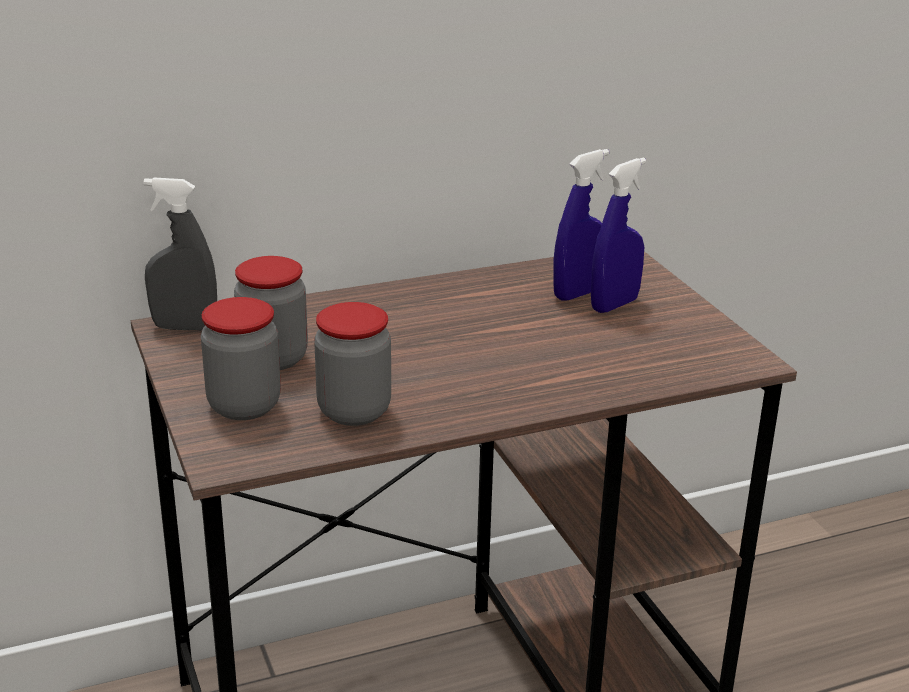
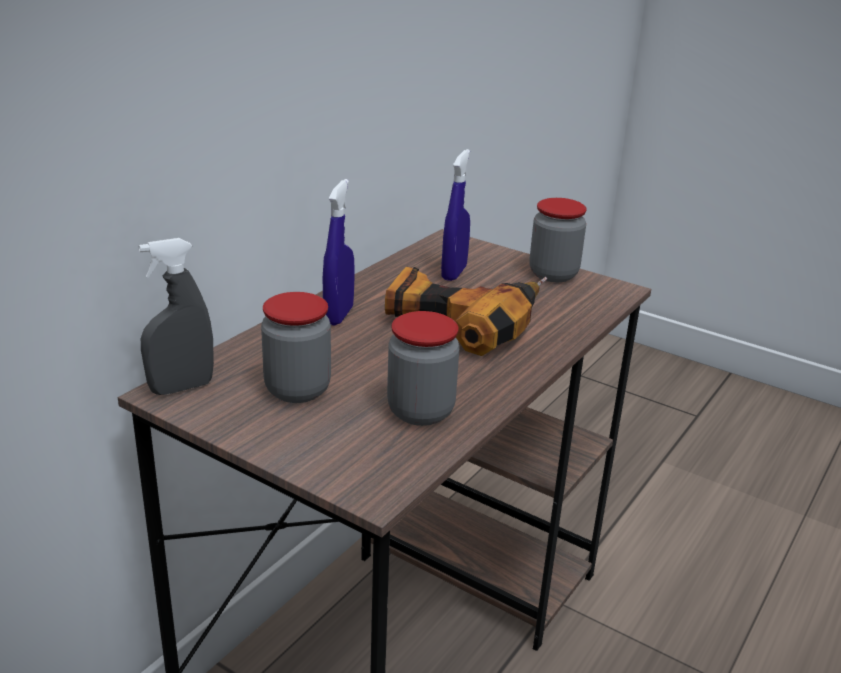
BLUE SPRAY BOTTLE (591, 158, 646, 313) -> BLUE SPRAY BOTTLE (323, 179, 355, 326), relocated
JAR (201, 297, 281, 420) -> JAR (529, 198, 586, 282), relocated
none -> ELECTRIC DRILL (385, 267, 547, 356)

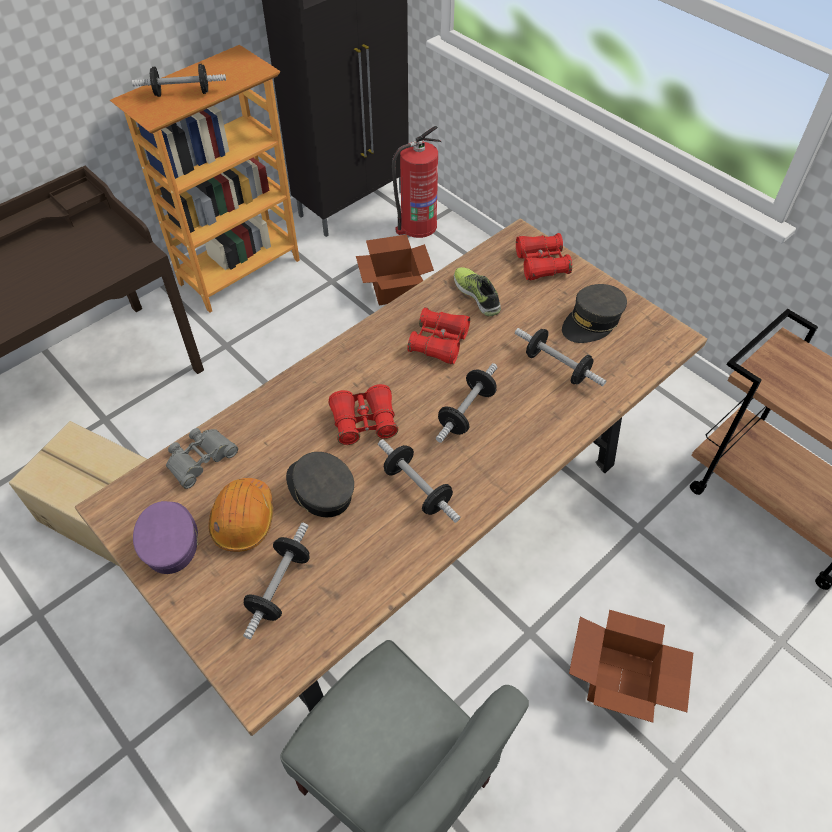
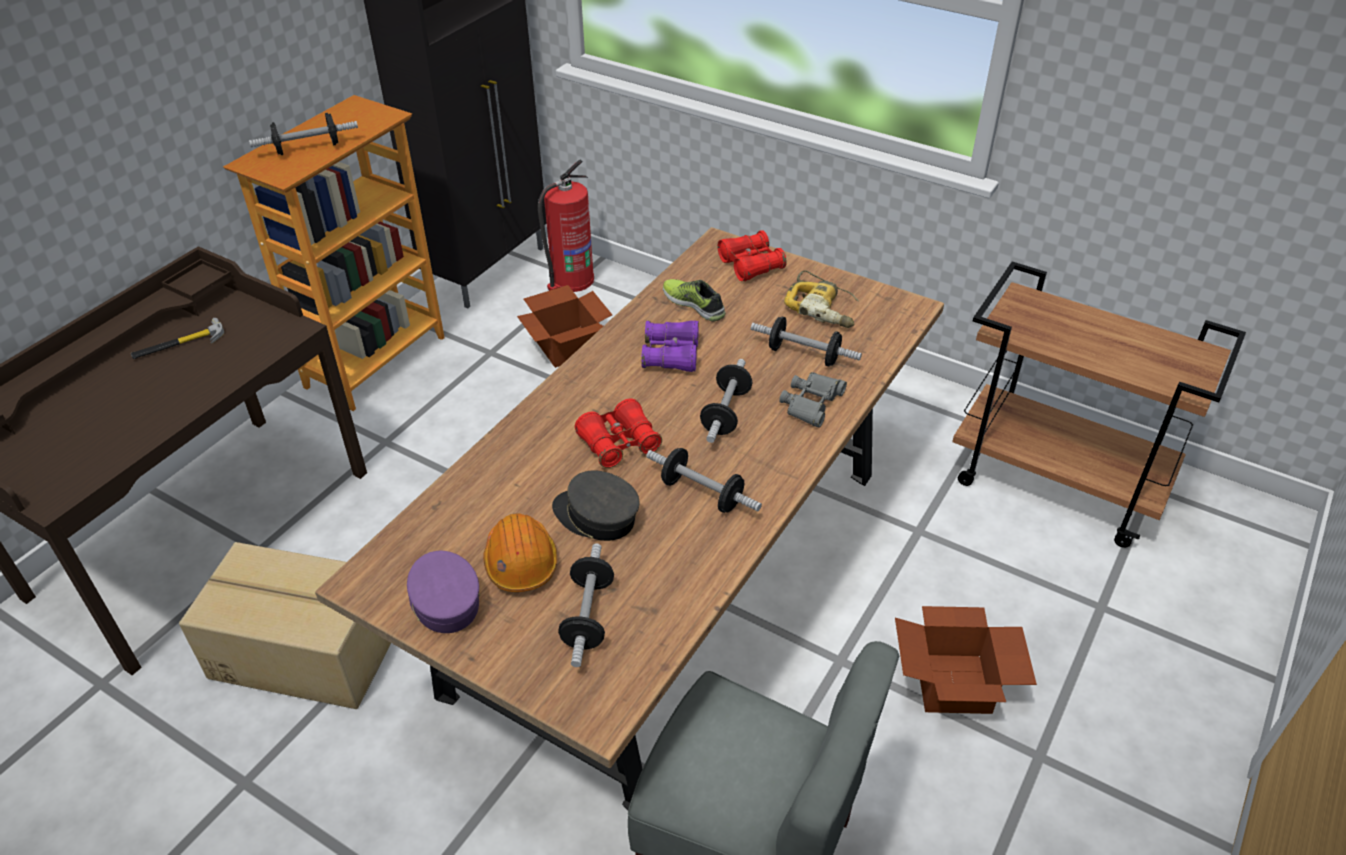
GRAY PEAKED CAP (562, 284, 627, 343) -> ELECTRIC DRILL (784, 270, 859, 328)
RED-COLOURED FIELD GLASSES (407, 307, 470, 364) -> PURPLE-COLOURED FIELD GLASSES (641, 321, 699, 372)
GRAY FIELD GLASSES (166, 428, 238, 489) -> GRAY FIELD GLASSES (779, 372, 847, 428), relocated
none -> TOOL HAMMER (131, 318, 224, 359)

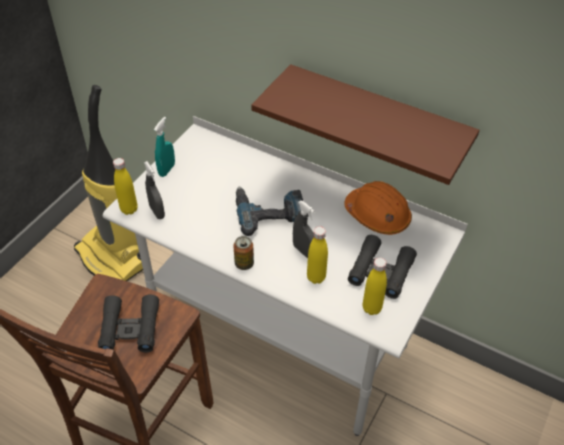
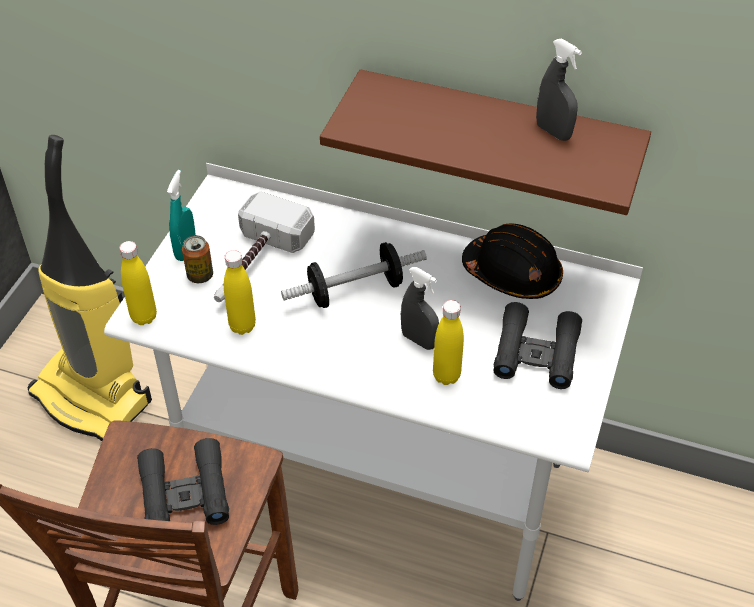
GRAY SPRAY BOTTLE (144, 161, 165, 219) -> GRAY SPRAY BOTTLE (536, 38, 582, 141), relocated
ORANGE-COLOURED SAFETY HELMET (344, 181, 412, 235) -> BLACK SAFETY HELMET (462, 224, 563, 299)
ELECTRIC DRILL (236, 187, 303, 236) -> HAND WEIGHT (281, 242, 427, 308)
METAL CAN (233, 236, 254, 270) -> METAL CAN (182, 235, 213, 283), relocated
YELLOWISH BEVERAGE BOTTLE (363, 258, 387, 315) -> YELLOWISH BEVERAGE BOTTLE (224, 250, 256, 335), relocated
none -> TOOL HAMMER (214, 192, 315, 302)

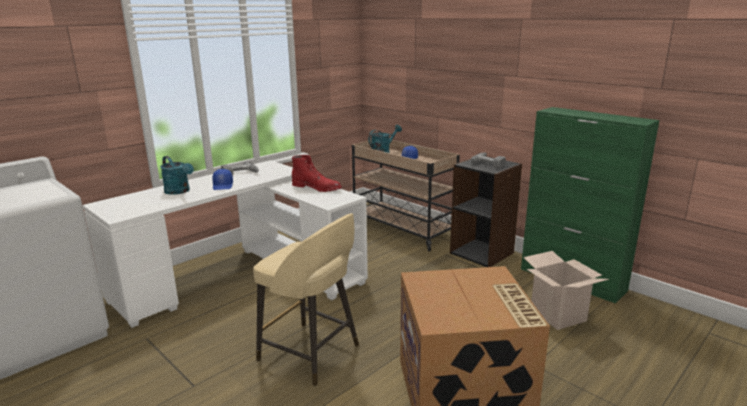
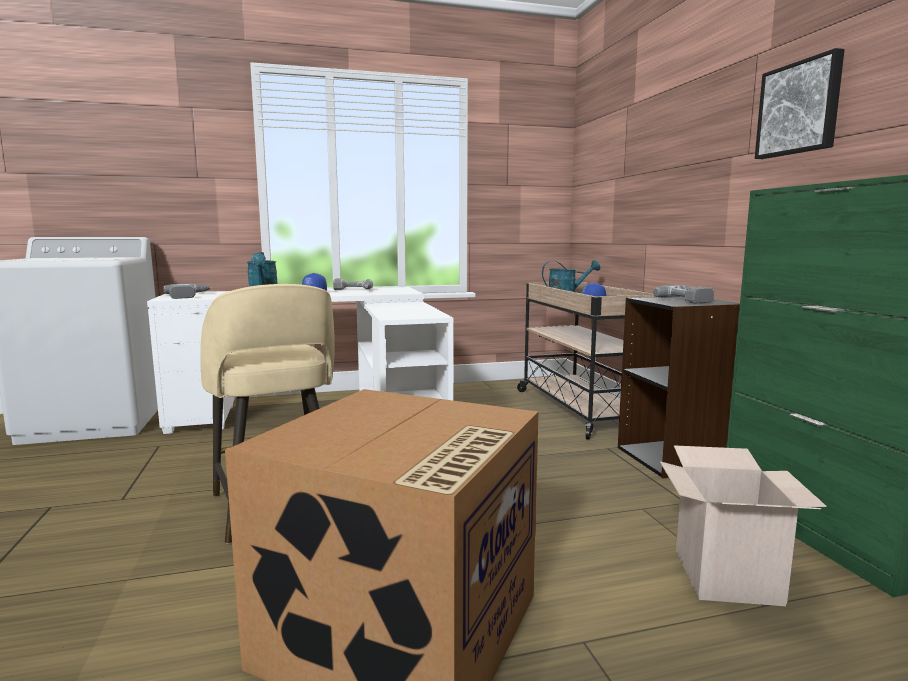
RED-COLOURED BOOT (292, 155, 342, 192) -> none
none -> WALL PICTURE (755, 48, 845, 159)
none -> ELECTRIC DRILL (163, 284, 211, 299)

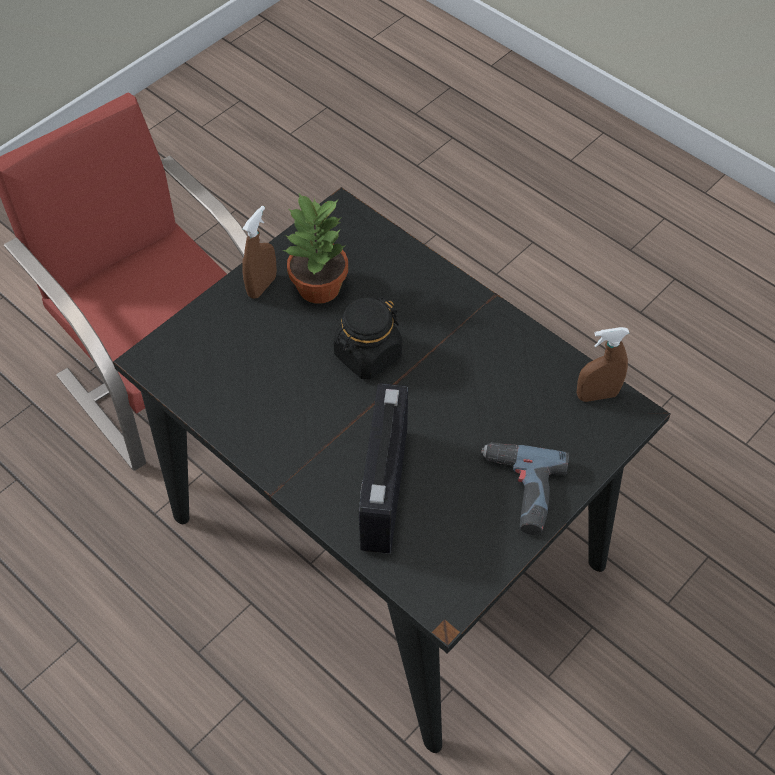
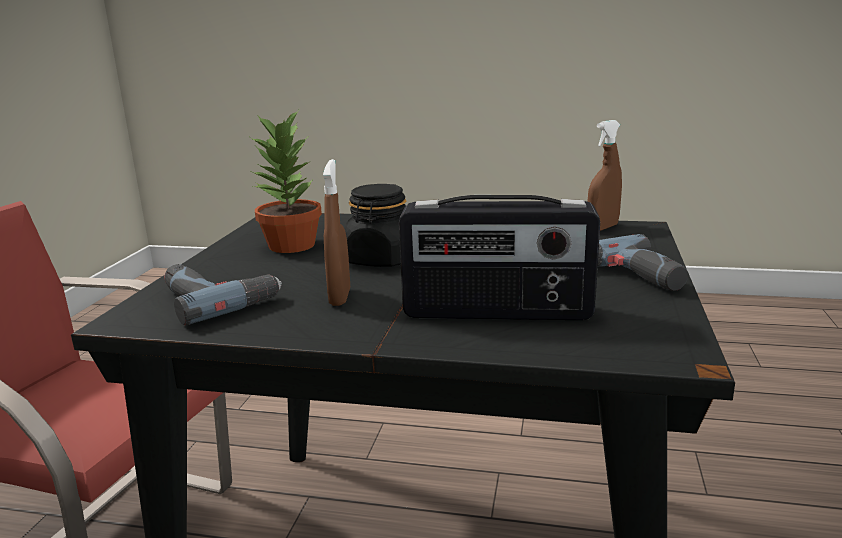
BROWN SPRAY BOTTLE (242, 206, 277, 299) -> BROWN SPRAY BOTTLE (323, 159, 350, 306), relocated
RADIO RECEIVER (359, 383, 408, 554) -> RADIO RECEIVER (399, 195, 600, 320), 60 degrees counterclockwise
none -> ELECTRIC DRILL (164, 264, 282, 325)

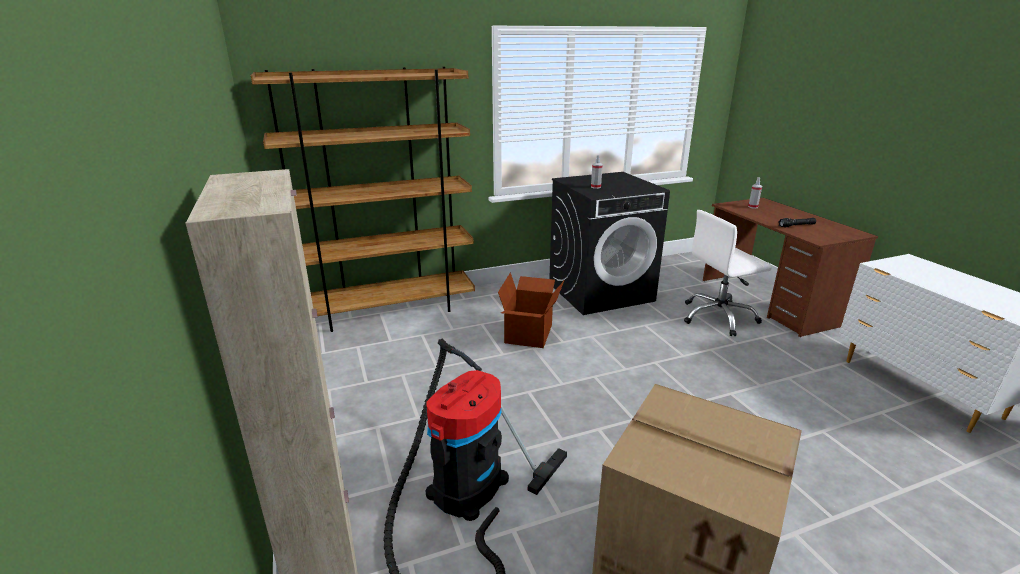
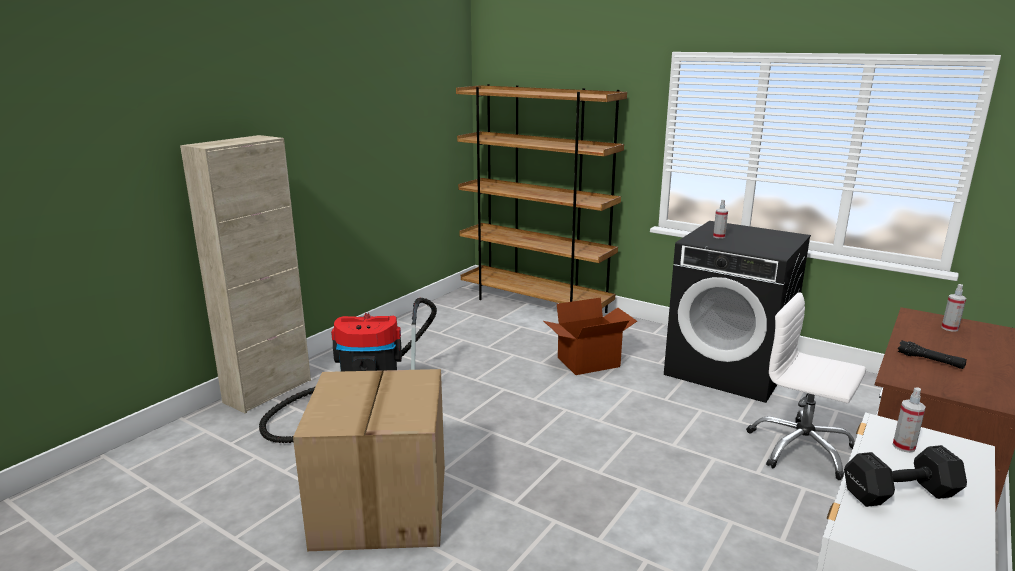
none -> SPRAY BOTTLE (892, 388, 926, 453)
none -> BLACK HAND WEIGHT (844, 445, 967, 507)

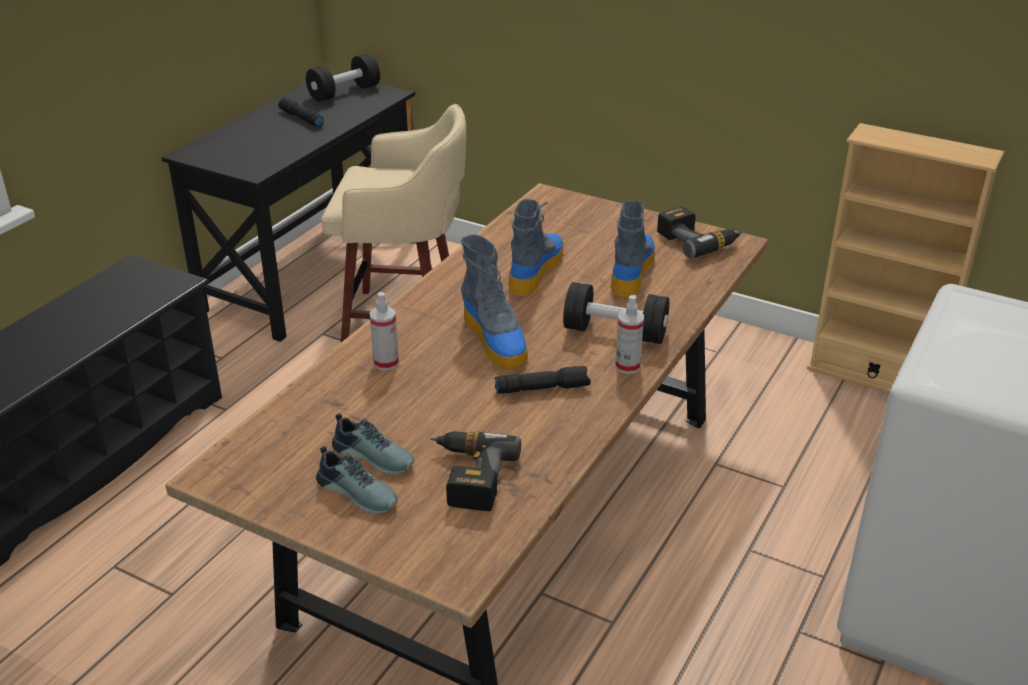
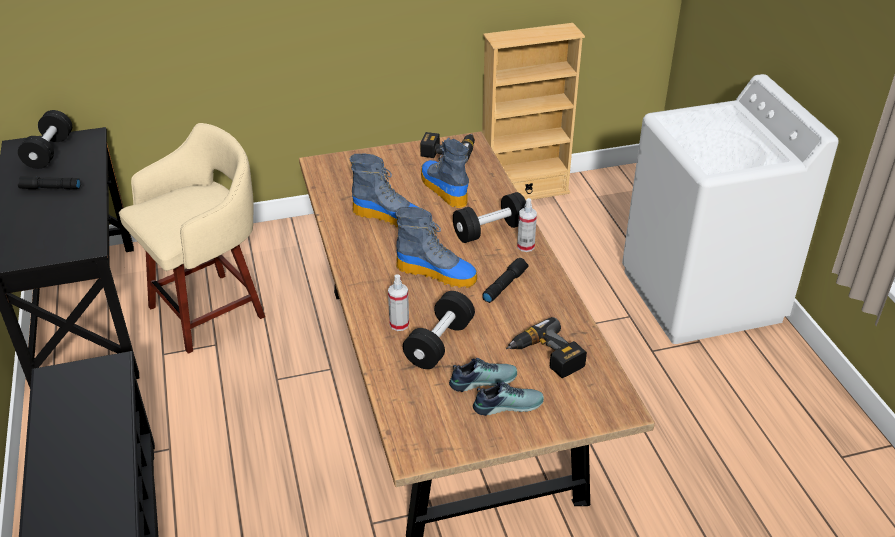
BOOT (508, 199, 564, 296) -> BOOT (350, 154, 419, 228), 135 degrees clockwise
none -> BLACK HAND WEIGHT (403, 291, 475, 369)

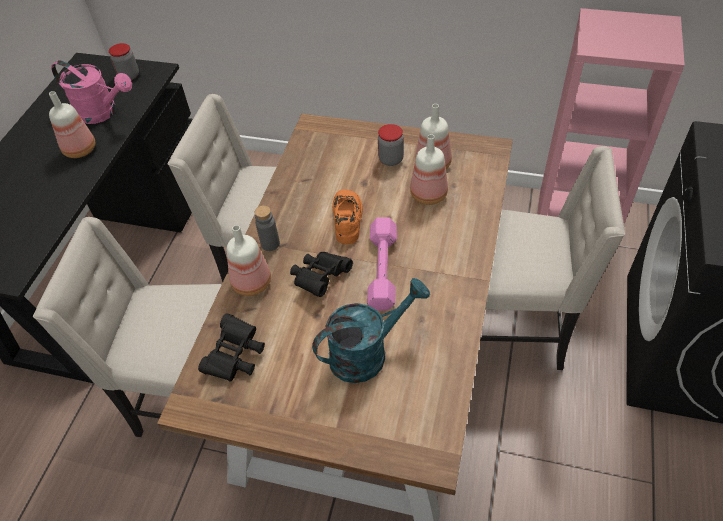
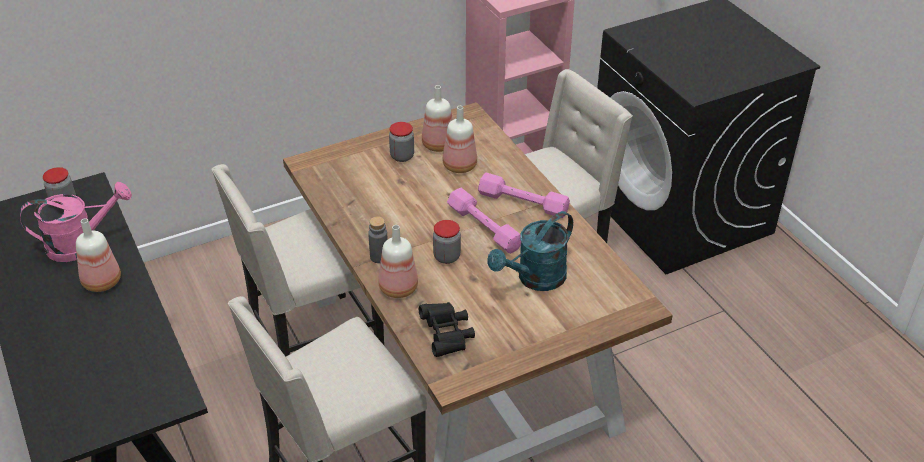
ORANGE-COLOURED SHOE (333, 189, 363, 245) -> none
BLACK FIELD GLASSES (290, 252, 353, 297) -> JAR (433, 220, 461, 264)
TURQUOISE WATERING POT (312, 278, 430, 383) -> TURQUOISE WATERING POT (487, 211, 573, 291), 150 degrees counterclockwise
none -> PINK-COLOURED HAND WEIGHT (478, 172, 570, 218)

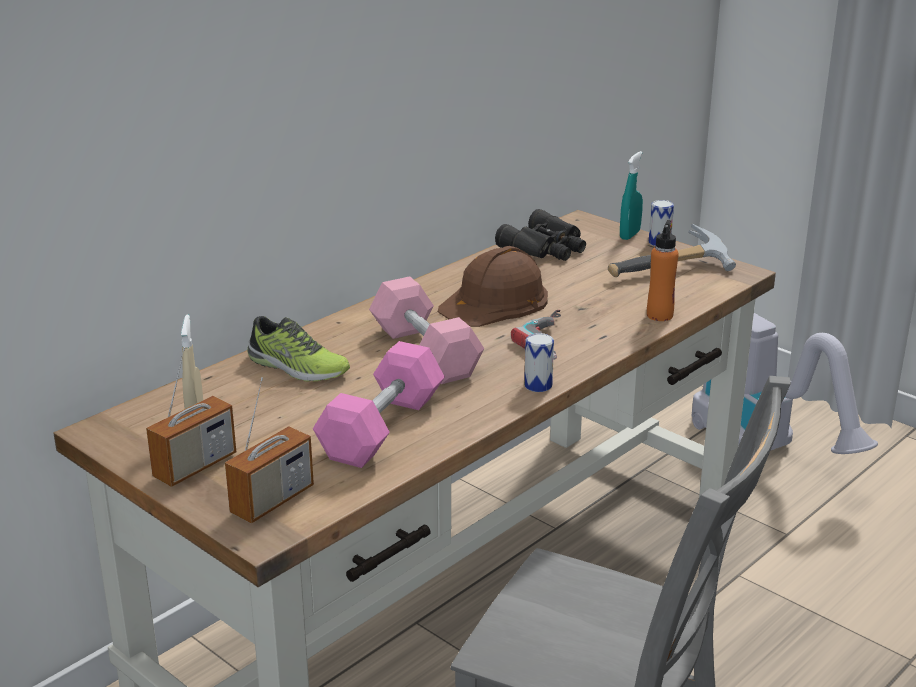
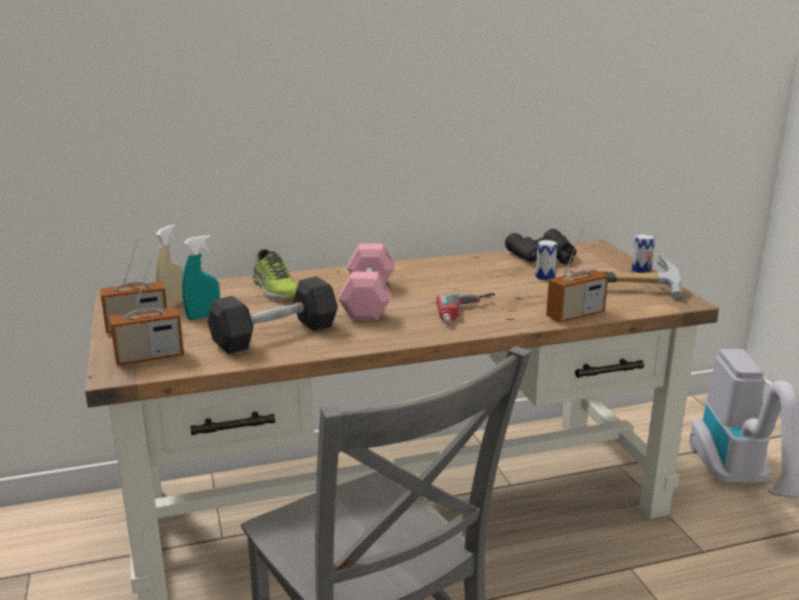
TURQUOISE SPRAY BOTTLE (620, 151, 643, 240) -> TURQUOISE SPRAY BOTTLE (182, 235, 220, 320), relocated
ORANGE-COLOURED BEVERAGE BOTTLE (647, 220, 679, 321) -> RADIO RECEIVER (546, 229, 608, 322)
BROWN SAFETY HELMET (438, 246, 548, 327) -> none
METAL CAN (524, 333, 554, 392) -> METAL CAN (535, 240, 557, 280), relocated
PINK-COLOURED HAND WEIGHT (313, 341, 445, 468) -> BLACK HAND WEIGHT (208, 276, 338, 354)

